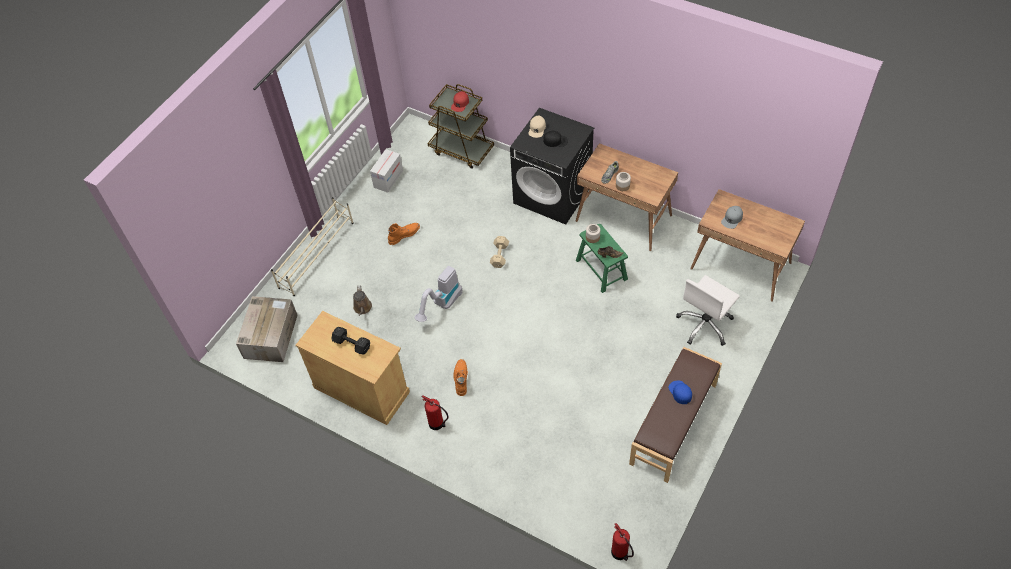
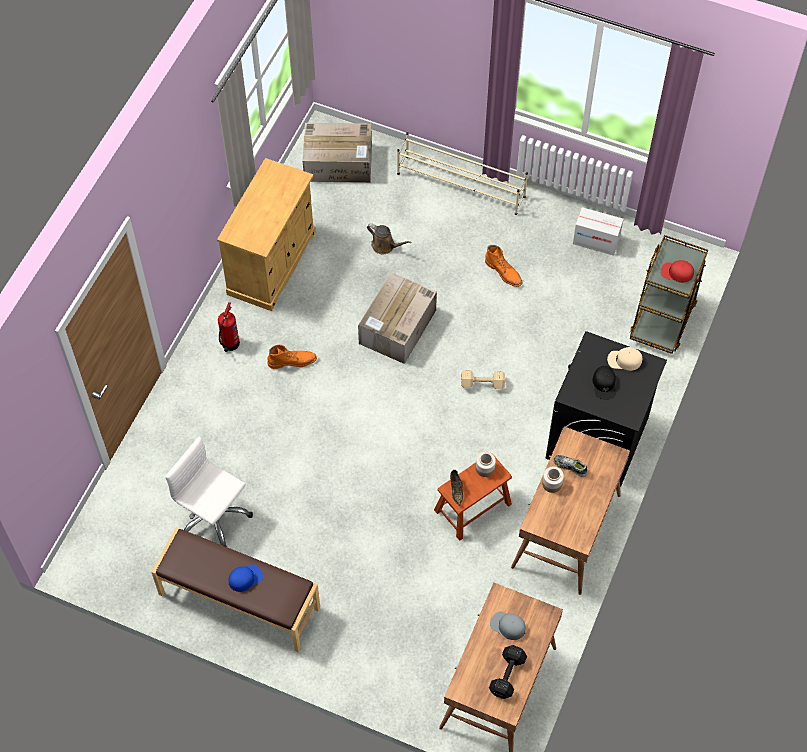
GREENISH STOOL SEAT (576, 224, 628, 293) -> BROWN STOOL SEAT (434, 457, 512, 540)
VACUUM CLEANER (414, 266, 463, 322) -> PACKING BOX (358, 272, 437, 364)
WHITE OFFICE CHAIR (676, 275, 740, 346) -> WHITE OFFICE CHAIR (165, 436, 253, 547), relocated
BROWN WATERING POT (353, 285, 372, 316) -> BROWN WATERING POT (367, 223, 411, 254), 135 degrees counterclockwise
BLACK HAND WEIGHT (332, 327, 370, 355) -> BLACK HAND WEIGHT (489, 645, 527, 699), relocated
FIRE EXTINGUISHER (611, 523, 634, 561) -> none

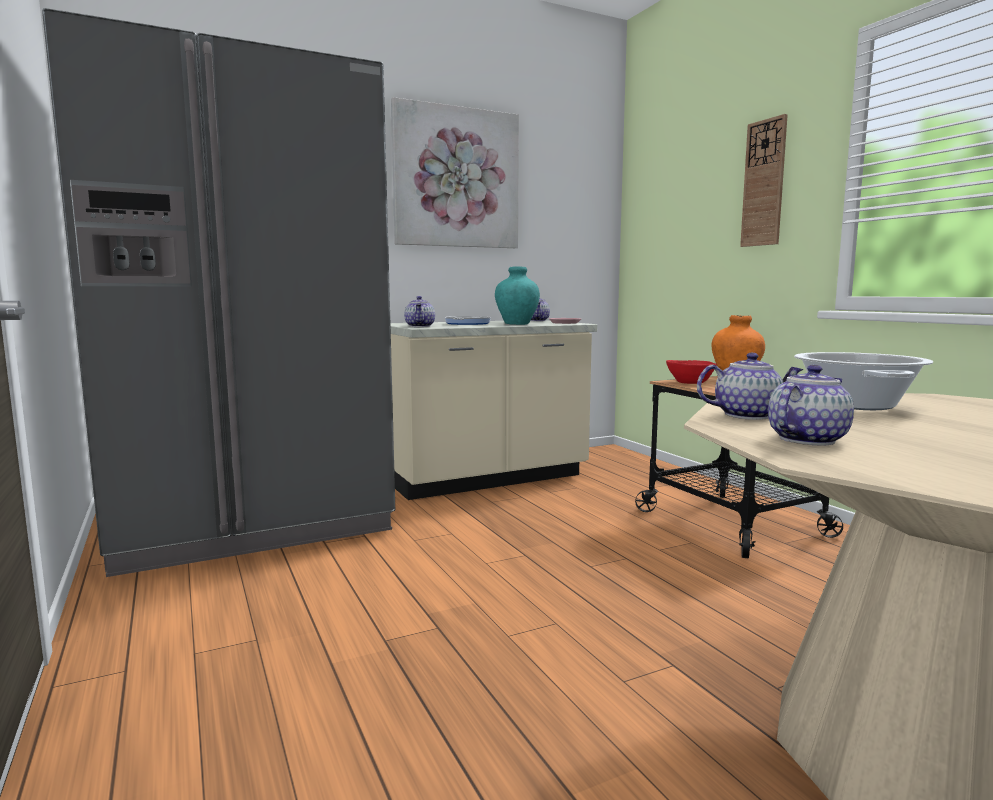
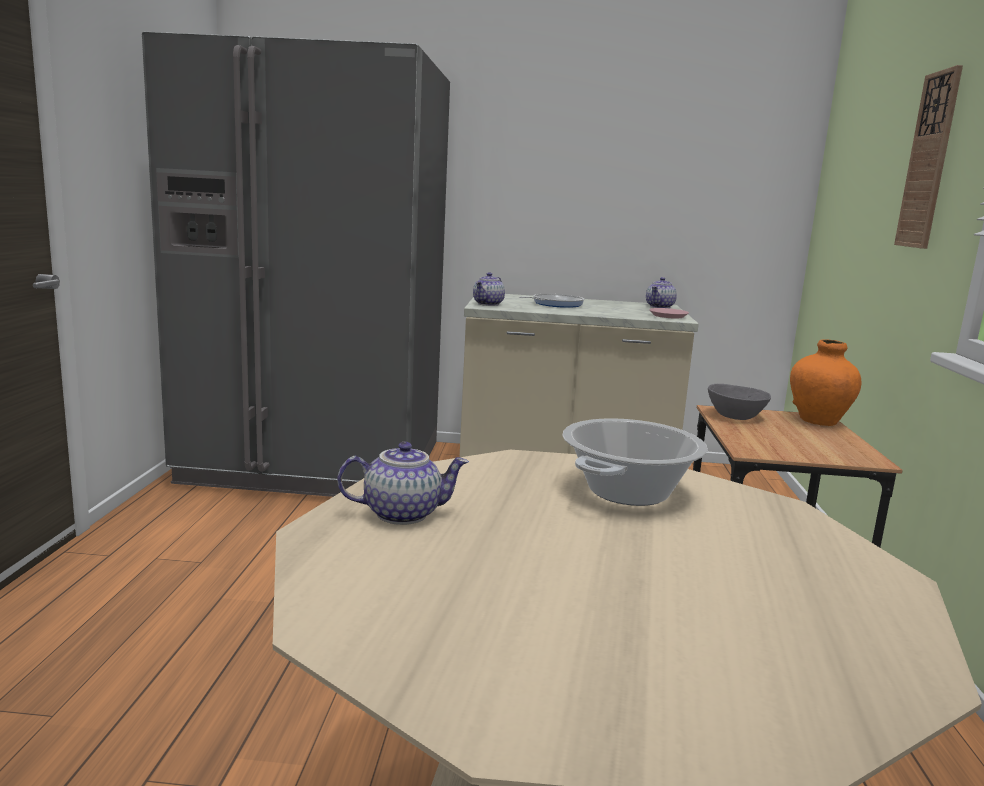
WALL PICTURE (391, 97, 519, 248) -> none
TURQUOISE FLOWER VASE (495, 266, 540, 325) -> none
TEA POT (697, 353, 803, 420) -> none
RED-COLOURED SERVING BOWL (666, 360, 717, 384) -> GRAY SERVING BOWL (708, 384, 771, 420)

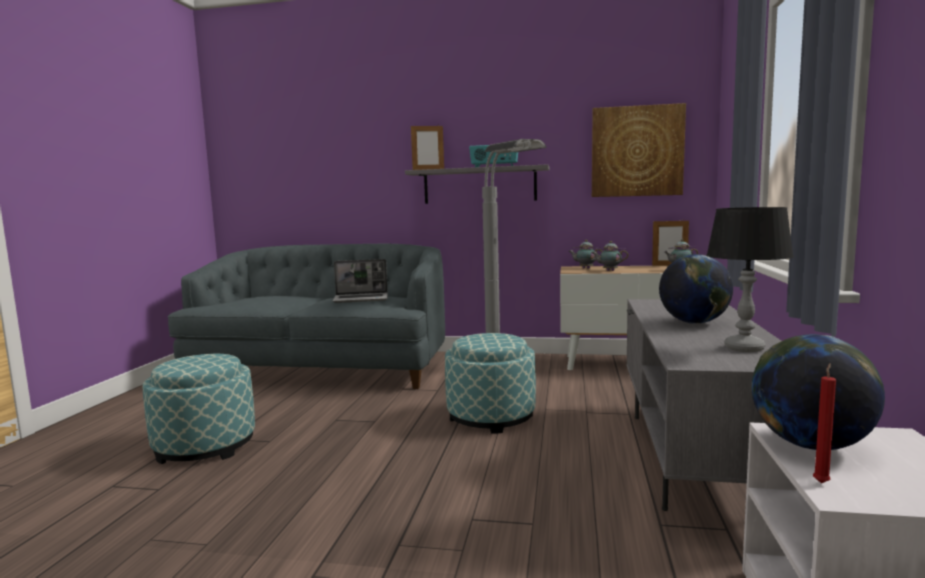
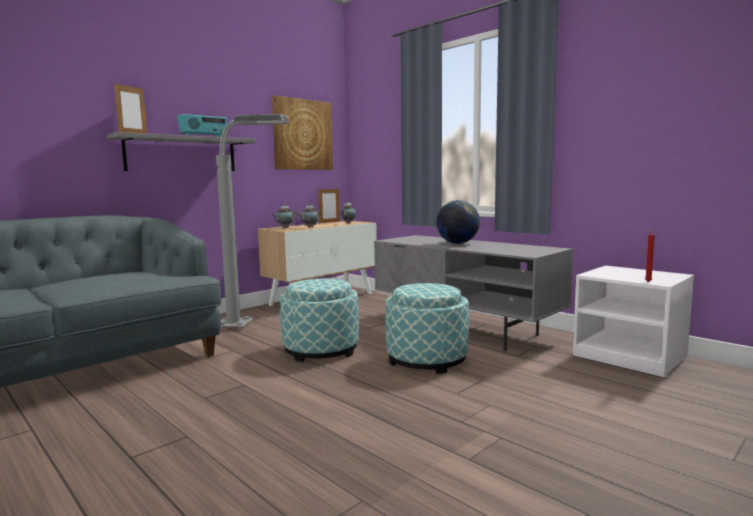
BLACK TABLE LAMP (706, 207, 794, 352) -> none
NOTEBOOK COMPUTER (332, 259, 388, 303) -> none
WORLD GLOBE (751, 334, 885, 450) -> none
POUFFE (143, 354, 255, 464) -> POUFFE (386, 283, 469, 374), relocated

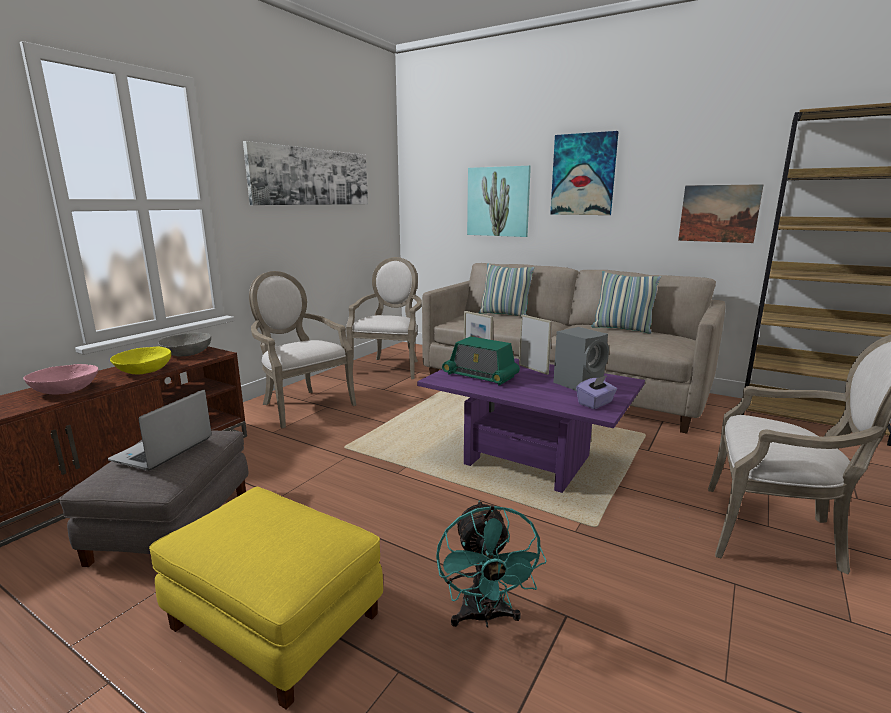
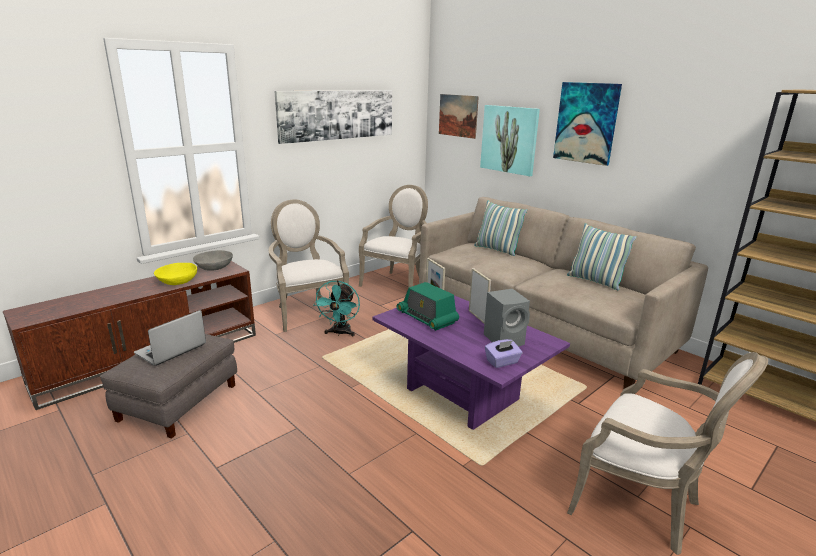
WALL PICTURE (678, 184, 764, 243) -> WALL PICTURE (439, 94, 479, 139), relocated
PINK-COLOURED SERVING BOWL (23, 364, 98, 395) -> none
YELLOWISH POUFFE (149, 487, 383, 710) -> none
TURQUOISE COOLING FAN (436, 501, 547, 628) -> TURQUOISE COOLING FAN (314, 280, 360, 336), relocated

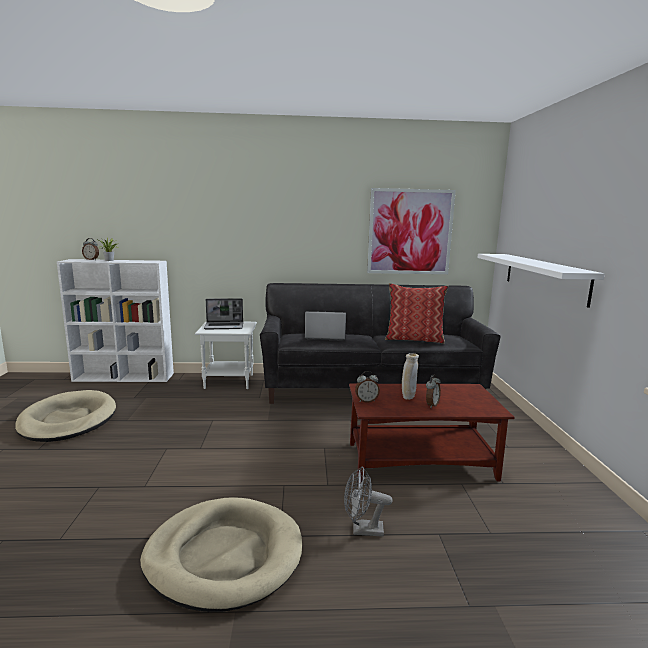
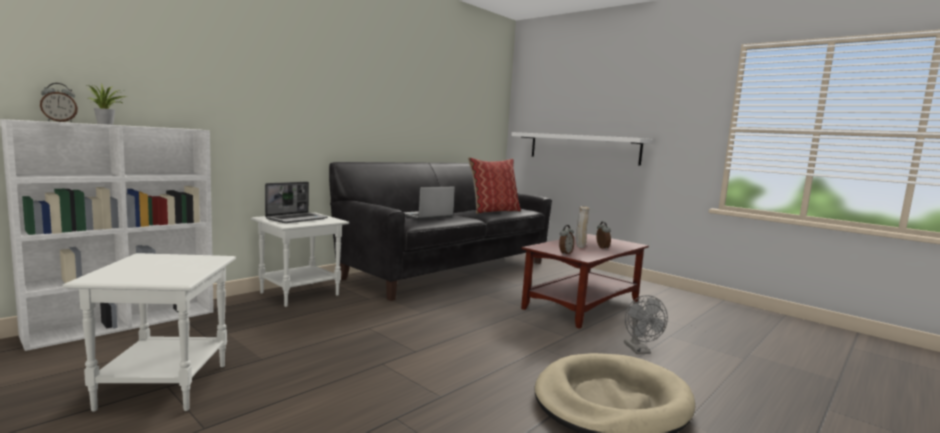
WALL PICTURE (367, 188, 456, 274) -> none
BEIGE DOG BED (15, 390, 116, 442) -> WHITE SIDE TABLE (62, 253, 236, 412)
GRAY COOLING FAN (344, 466, 393, 537) -> GRAY COOLING FAN (624, 295, 668, 354), 60 degrees counterclockwise

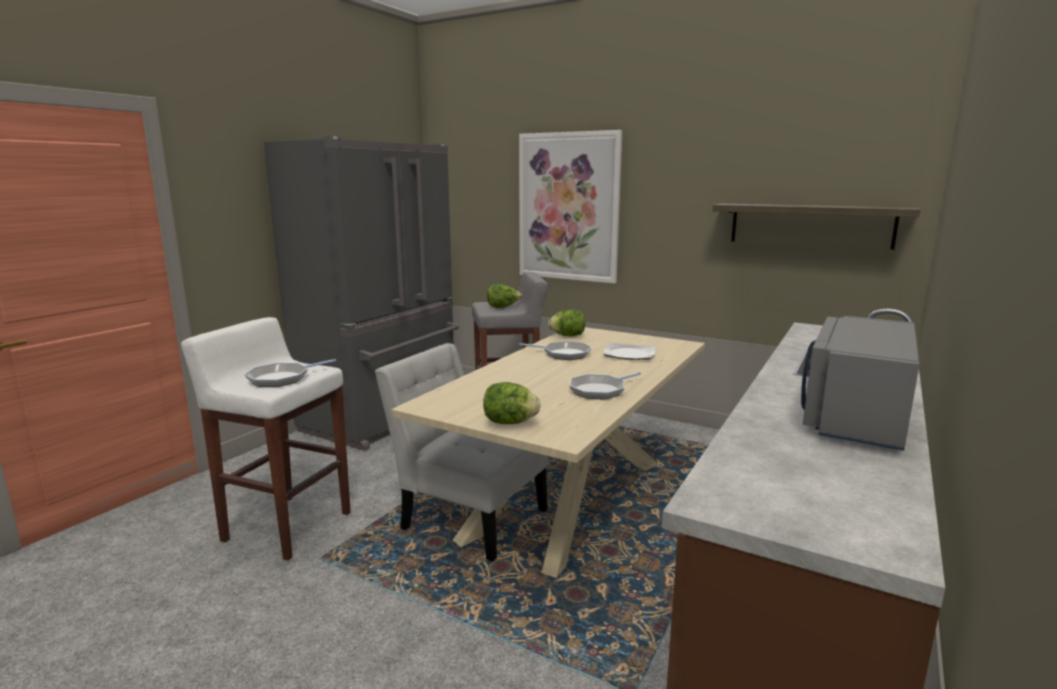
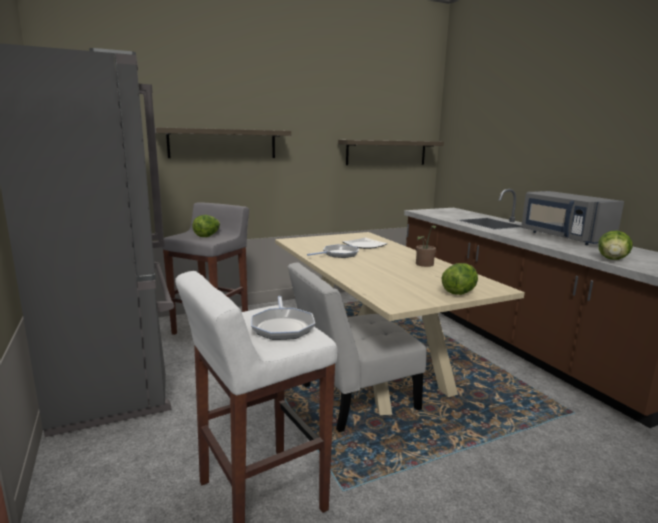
WALL PICTURE (519, 130, 622, 283) -> WALL SHELF (155, 127, 291, 158)
HEAD OF LETTUCE (548, 310, 585, 336) -> HEAD OF LETTUCE (598, 231, 633, 260), relocated
FRYING PAN (569, 372, 641, 399) -> HOUSEPLANT (416, 225, 437, 267)

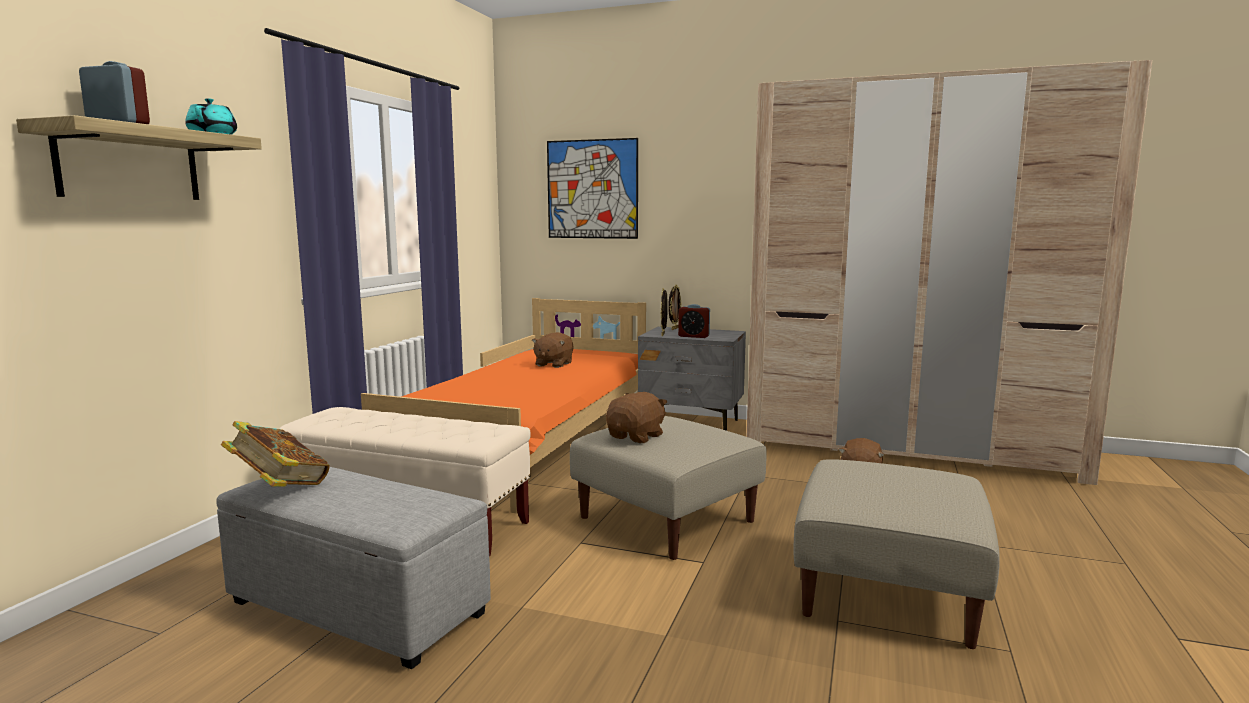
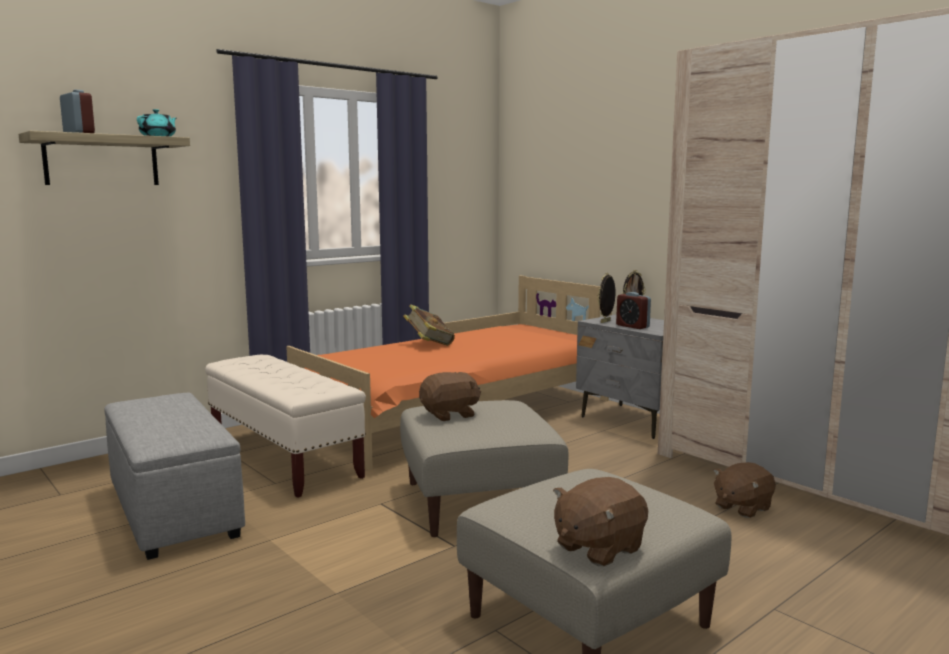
WALL PICTURE (547, 138, 638, 239) -> none
BROWN SOFT TOY (532, 332, 574, 368) -> BROWN SOFT TOY (553, 477, 648, 566), relocated
BOOK (221, 421, 330, 487) -> BOOK (403, 304, 455, 346), relocated

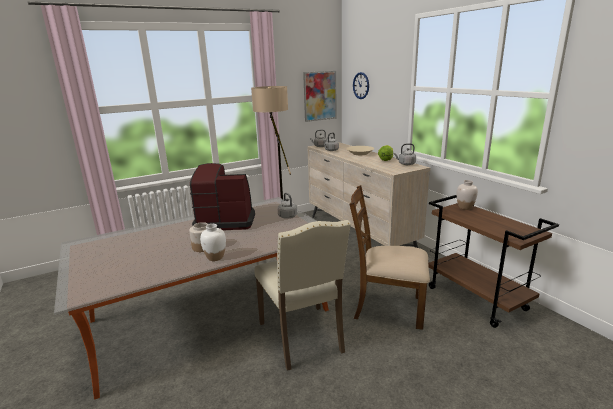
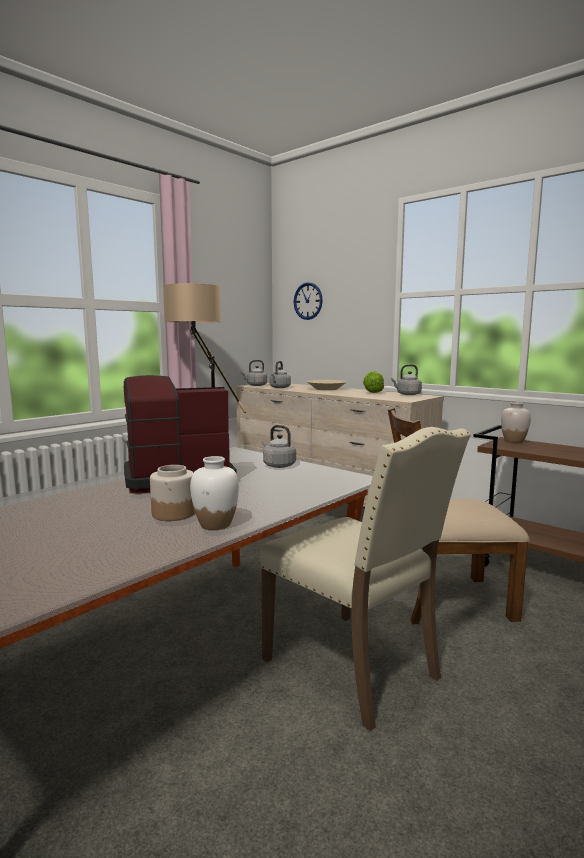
WALL PICTURE (303, 71, 336, 122) -> none

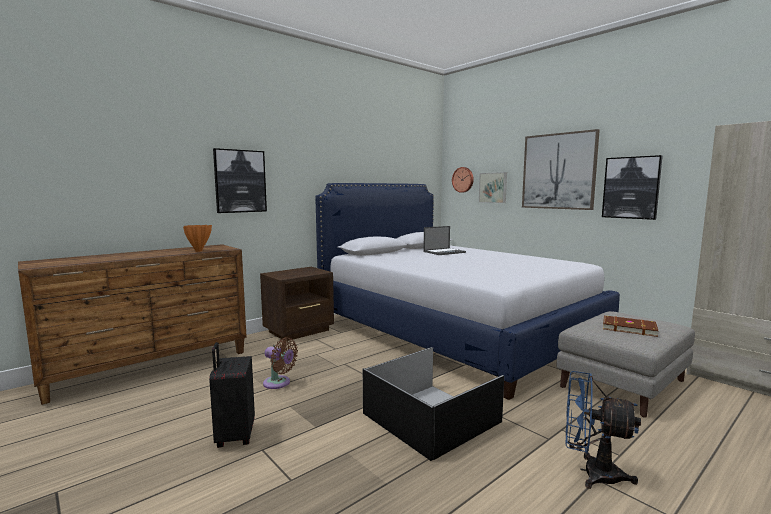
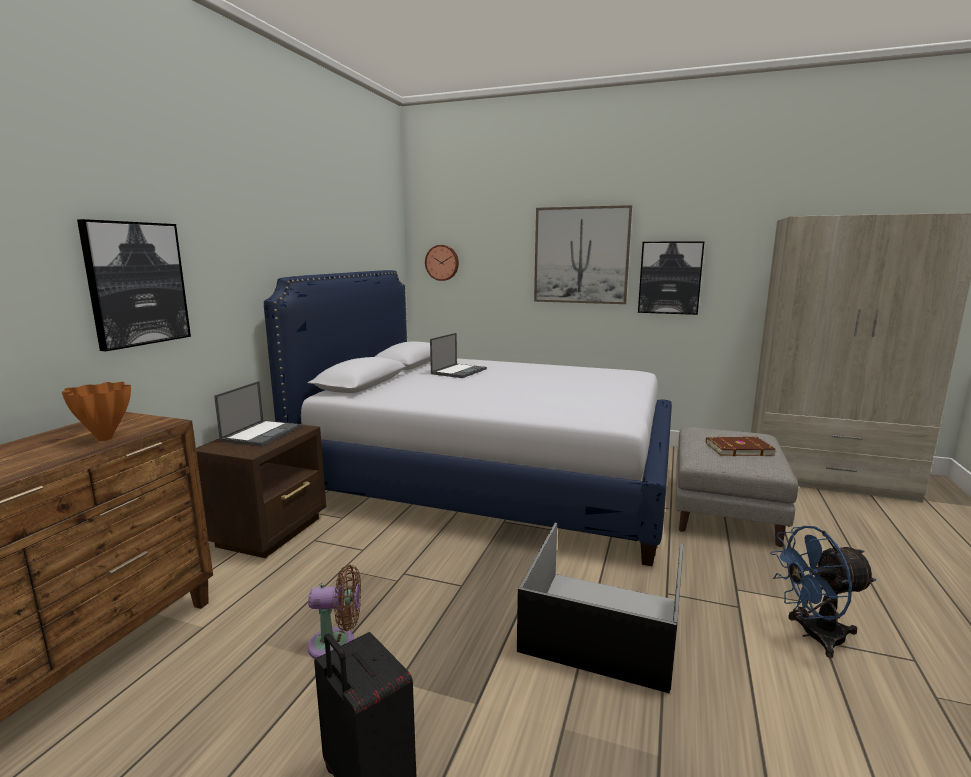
WALL PICTURE (479, 172, 507, 203) -> none
none -> NOTEBOOK COMPUTER (214, 381, 301, 447)

